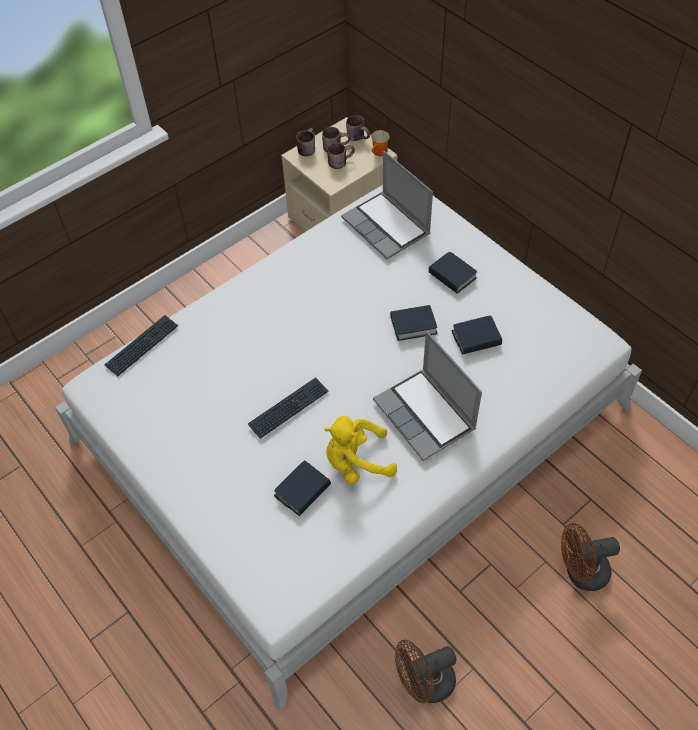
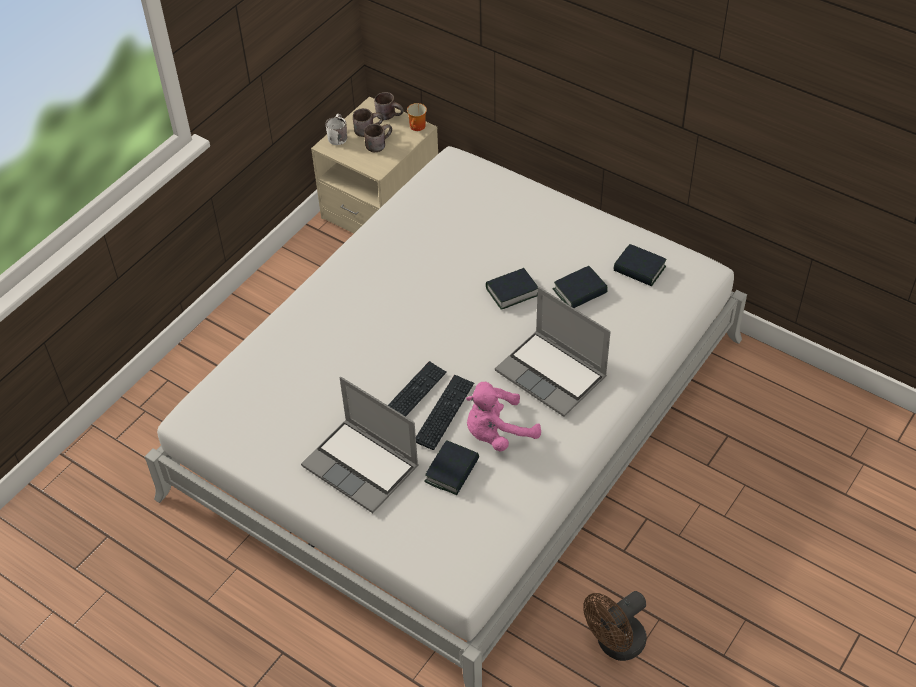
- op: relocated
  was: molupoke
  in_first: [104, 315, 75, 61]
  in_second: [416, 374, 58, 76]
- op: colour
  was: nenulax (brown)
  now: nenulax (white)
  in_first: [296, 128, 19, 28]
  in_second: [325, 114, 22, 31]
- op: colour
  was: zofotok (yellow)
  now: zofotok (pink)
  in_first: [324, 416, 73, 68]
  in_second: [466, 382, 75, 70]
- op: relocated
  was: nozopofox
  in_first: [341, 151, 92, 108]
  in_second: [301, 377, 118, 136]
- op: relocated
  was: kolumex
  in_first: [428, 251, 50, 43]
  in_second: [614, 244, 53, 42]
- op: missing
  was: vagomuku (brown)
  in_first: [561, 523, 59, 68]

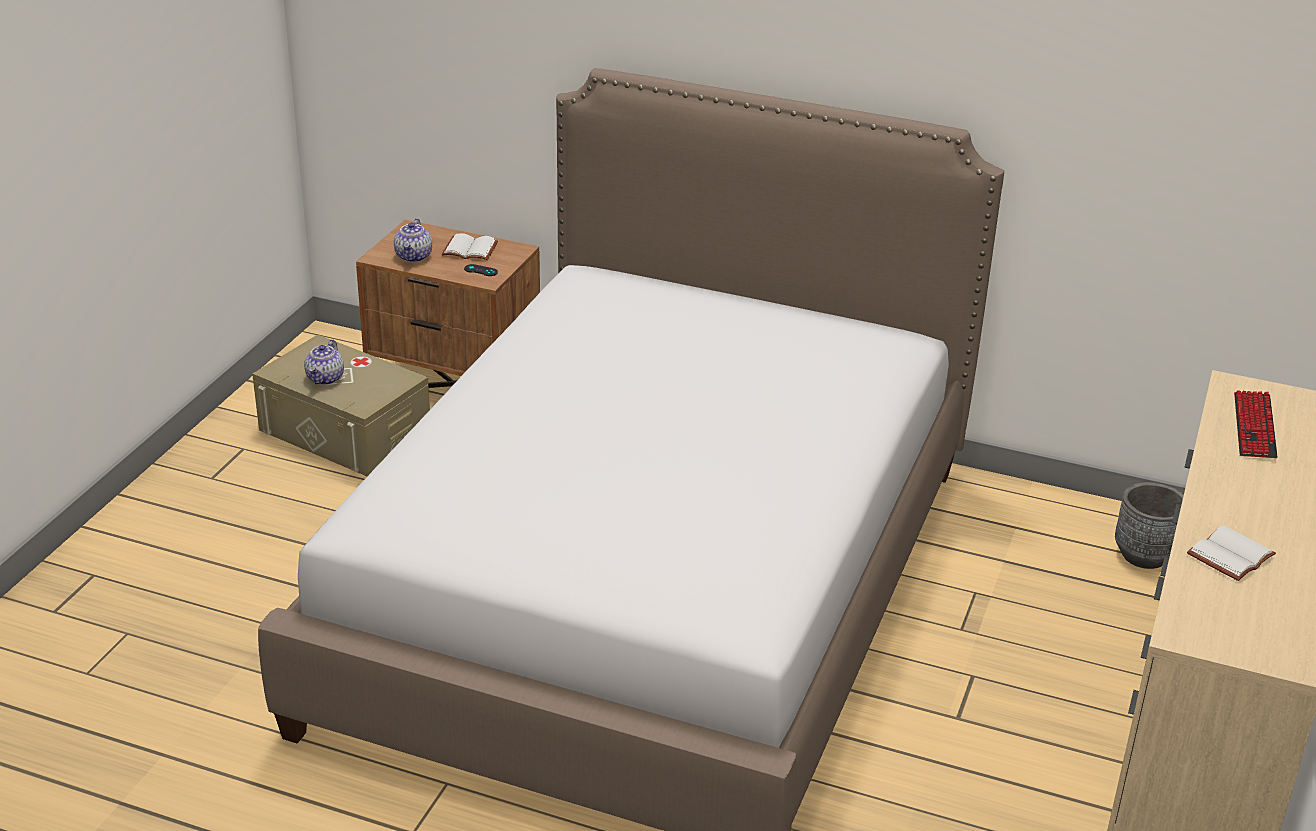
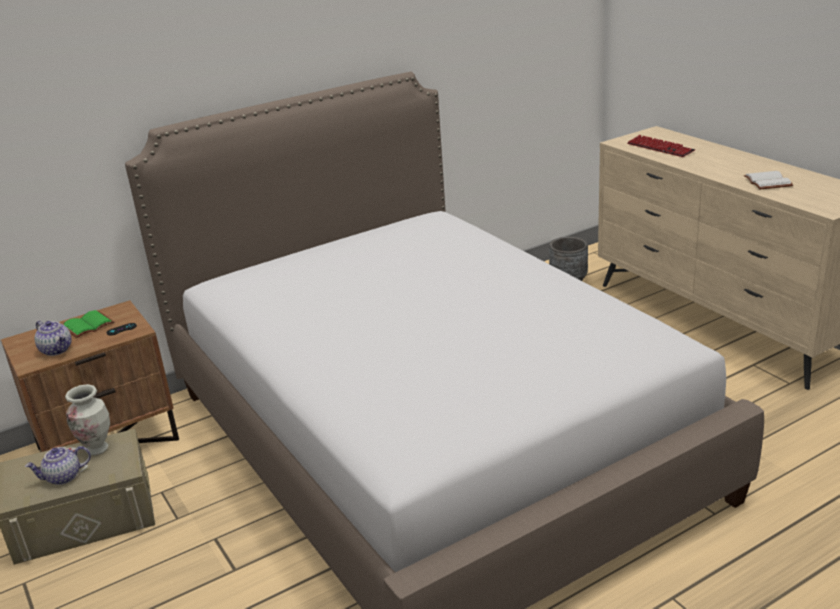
- op: spun
  was: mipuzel
  in_first: [304, 339, 40, 46]
  in_second: [25, 446, 66, 39]
  clockwise: 105
- op: colour
  was: kolumex (white)
  now: kolumex (green)
  in_first: [441, 233, 57, 27]
  in_second: [63, 310, 51, 28]
- op: appeared
  now: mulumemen
  in_second: [65, 384, 45, 72]

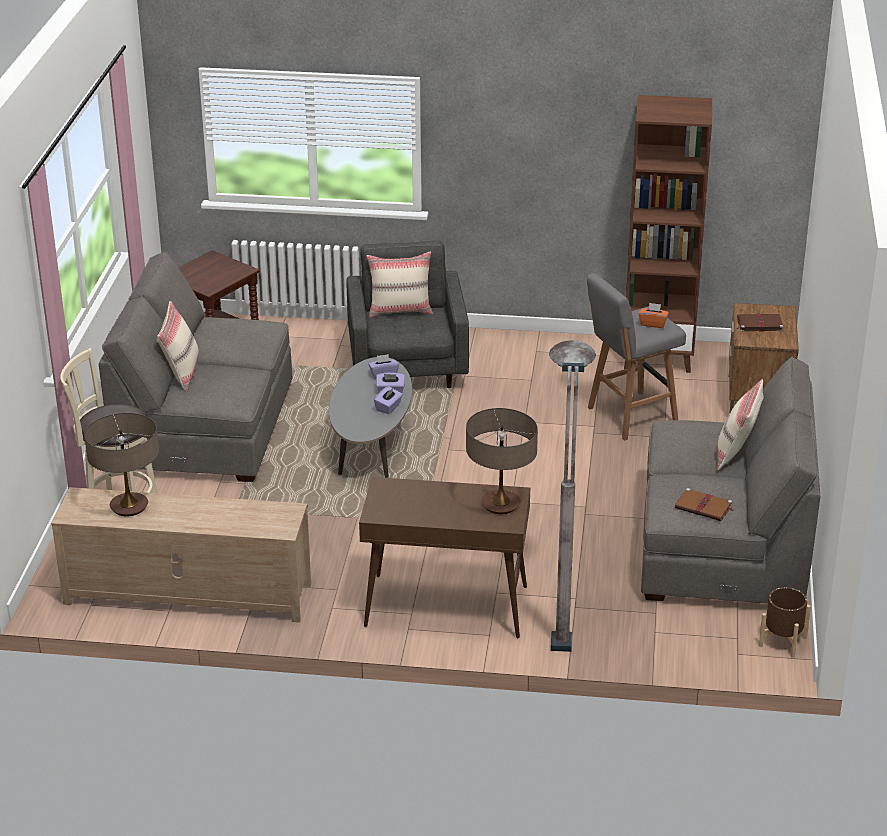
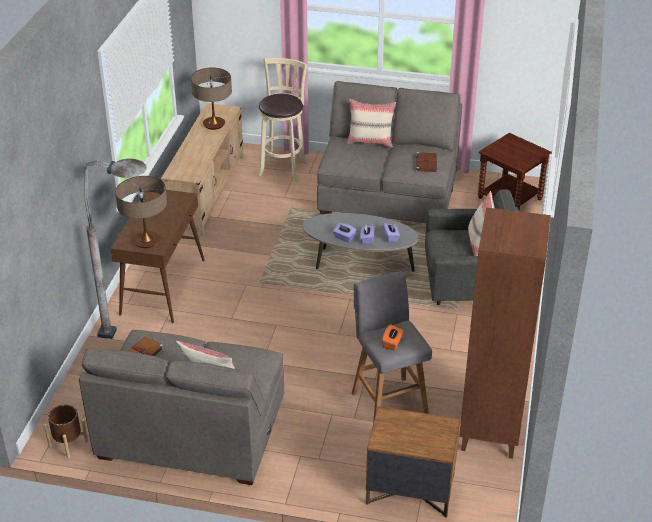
- op: relocated
  was: kolumex (brown)
  in_first: [737, 314, 46, 18]
  in_second: [416, 152, 21, 20]

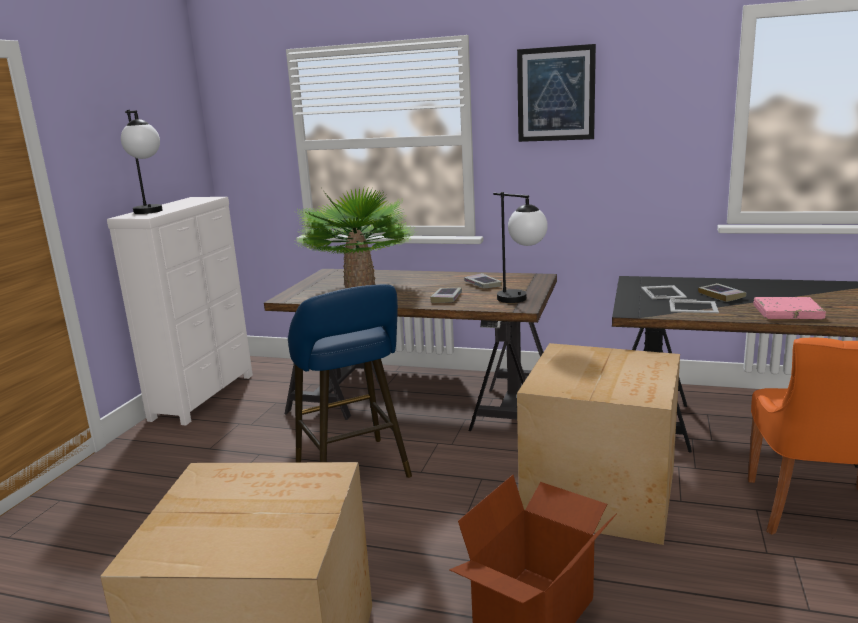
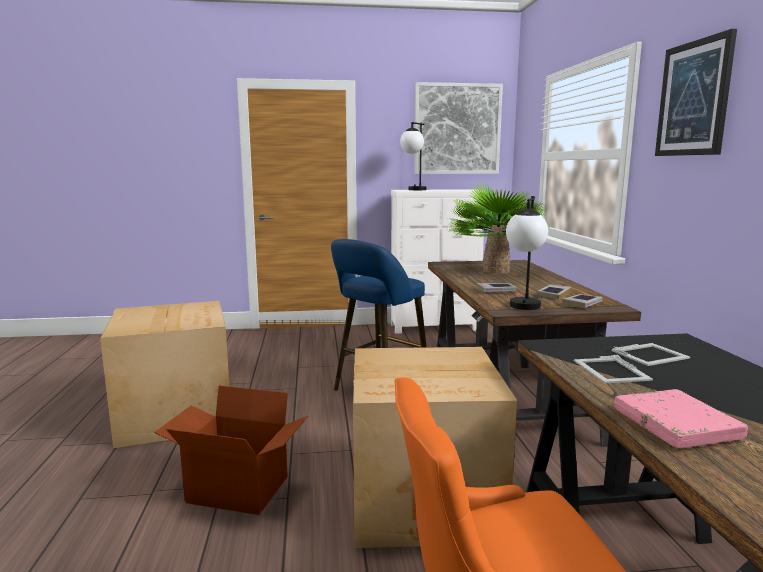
- op: relocated
  was: kolumex
  in_first: [698, 283, 48, 19]
  in_second: [562, 294, 41, 14]
- op: appeared
  now: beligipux
  in_second: [414, 82, 89, 92]

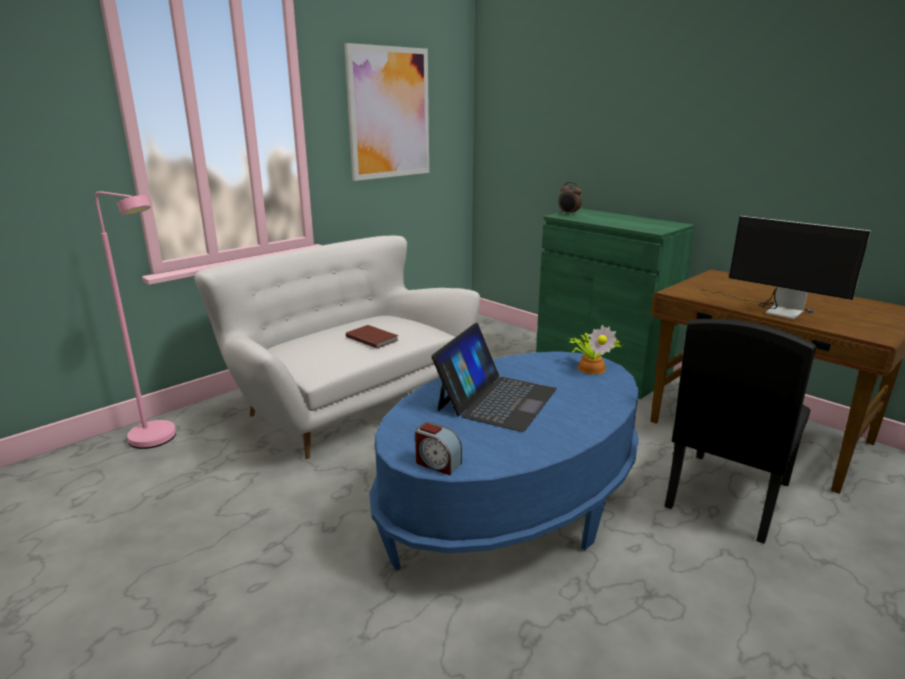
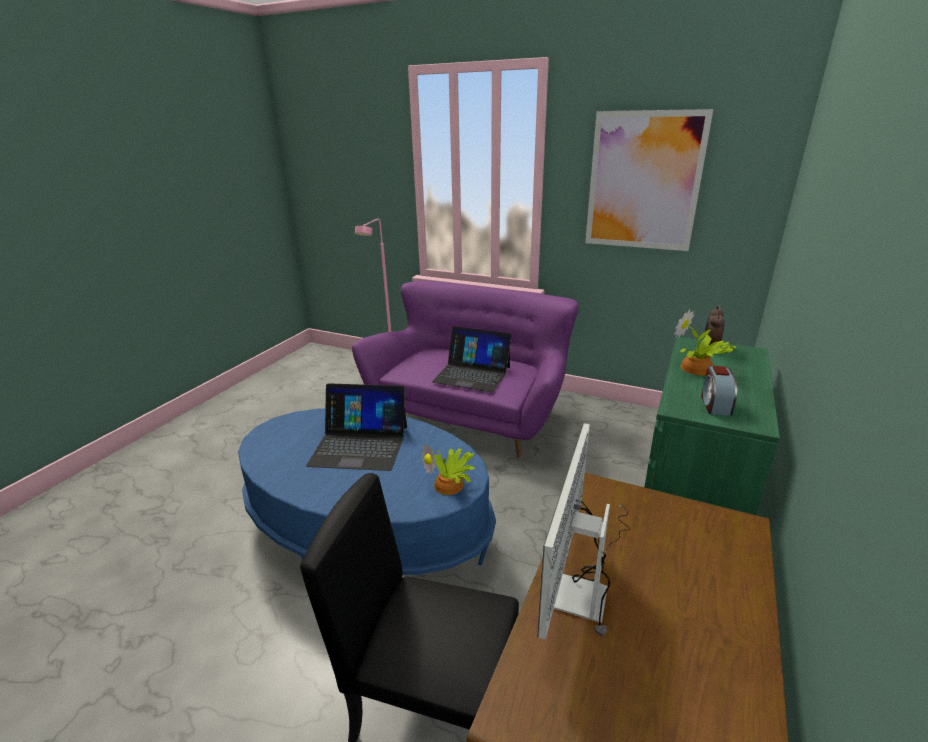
- op: colour
  was: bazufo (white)
  now: bazufo (purple)
  in_first: [194, 236, 286, 223]
  in_second: [352, 281, 227, 177]
- op: exchanged
  was: kolumex (brown)
  now: nozopofox
  in_first: [346, 325, 52, 23]
  in_second: [432, 326, 80, 66]
- op: relocated
  was: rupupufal
  in_first: [415, 422, 47, 53]
  in_second: [701, 366, 36, 50]
- op: appeared
  now: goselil
  in_second: [674, 309, 63, 67]

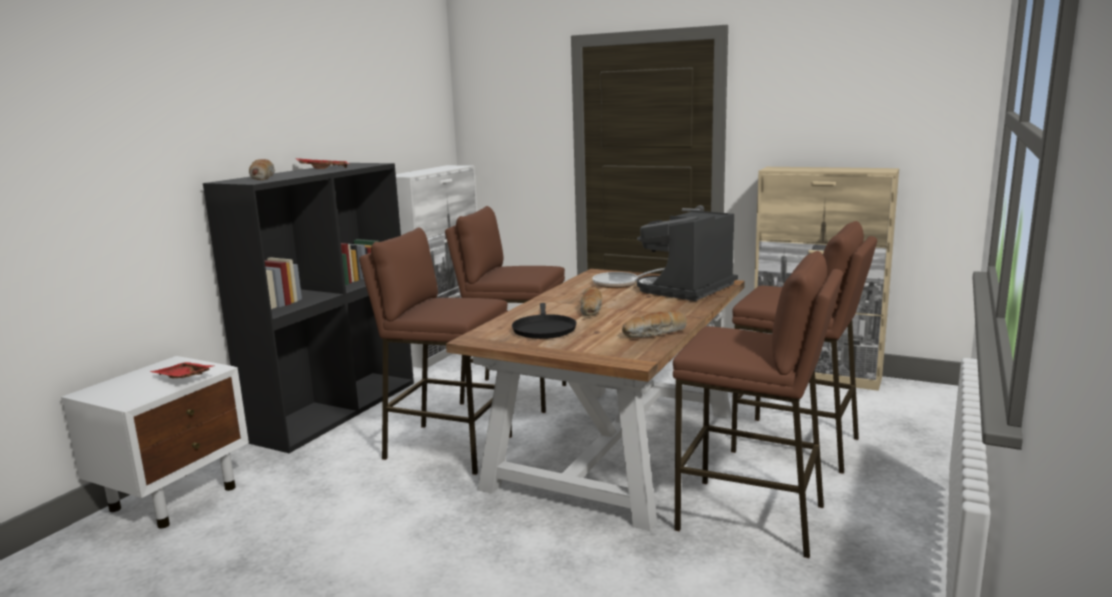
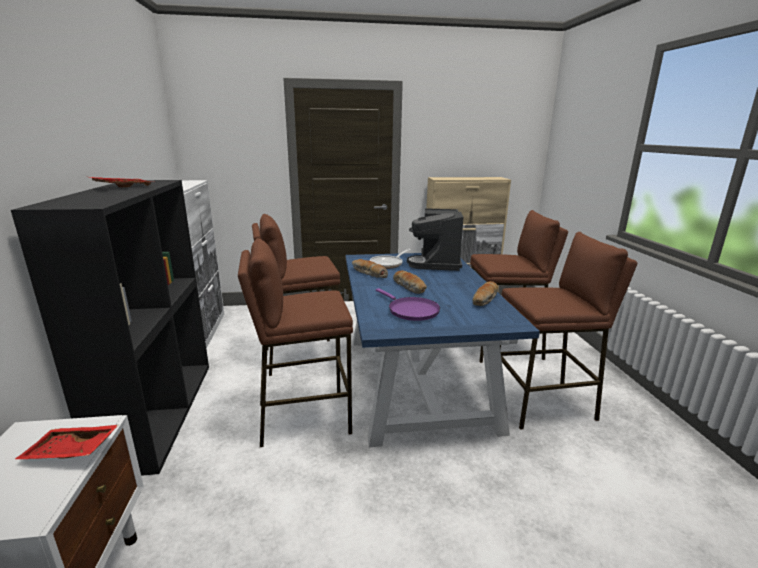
- op: relocated
  was: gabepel
  in_first: [249, 159, 26, 21]
  in_second: [352, 259, 36, 19]
- op: colour
  was: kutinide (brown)
  now: kutinide (blue)
  in_first: [446, 269, 299, 262]
  in_second: [346, 253, 194, 194]
- op: colour
  was: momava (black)
  now: momava (purple)
  in_first: [512, 303, 65, 36]
  in_second: [376, 288, 64, 33]

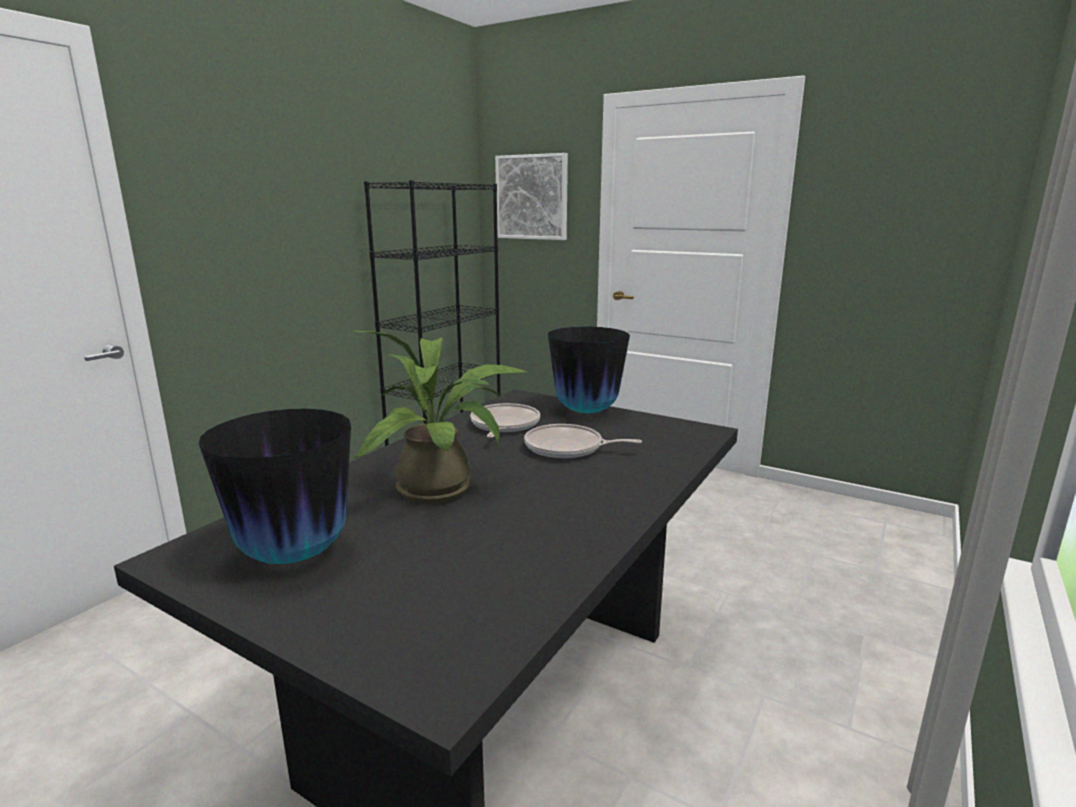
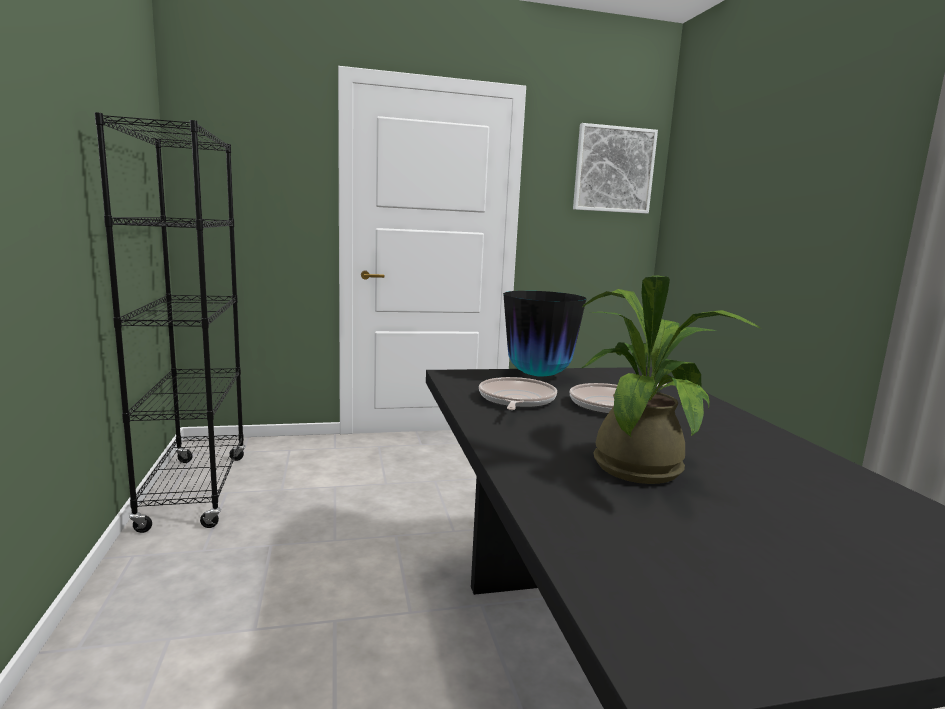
- op: missing
  was: mulumemen
  in_first: [199, 409, 152, 155]
- op: spun
  was: momava
  in_first: [470, 403, 70, 35]
  in_second: [479, 377, 78, 33]
  clockwise: 45
- op: relocated
  was: beligipux
  in_first: [495, 153, 73, 87]
  in_second: [573, 123, 85, 91]

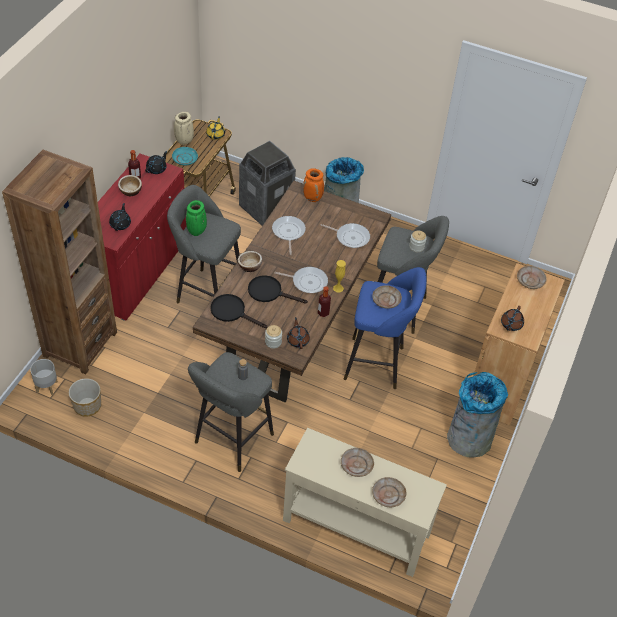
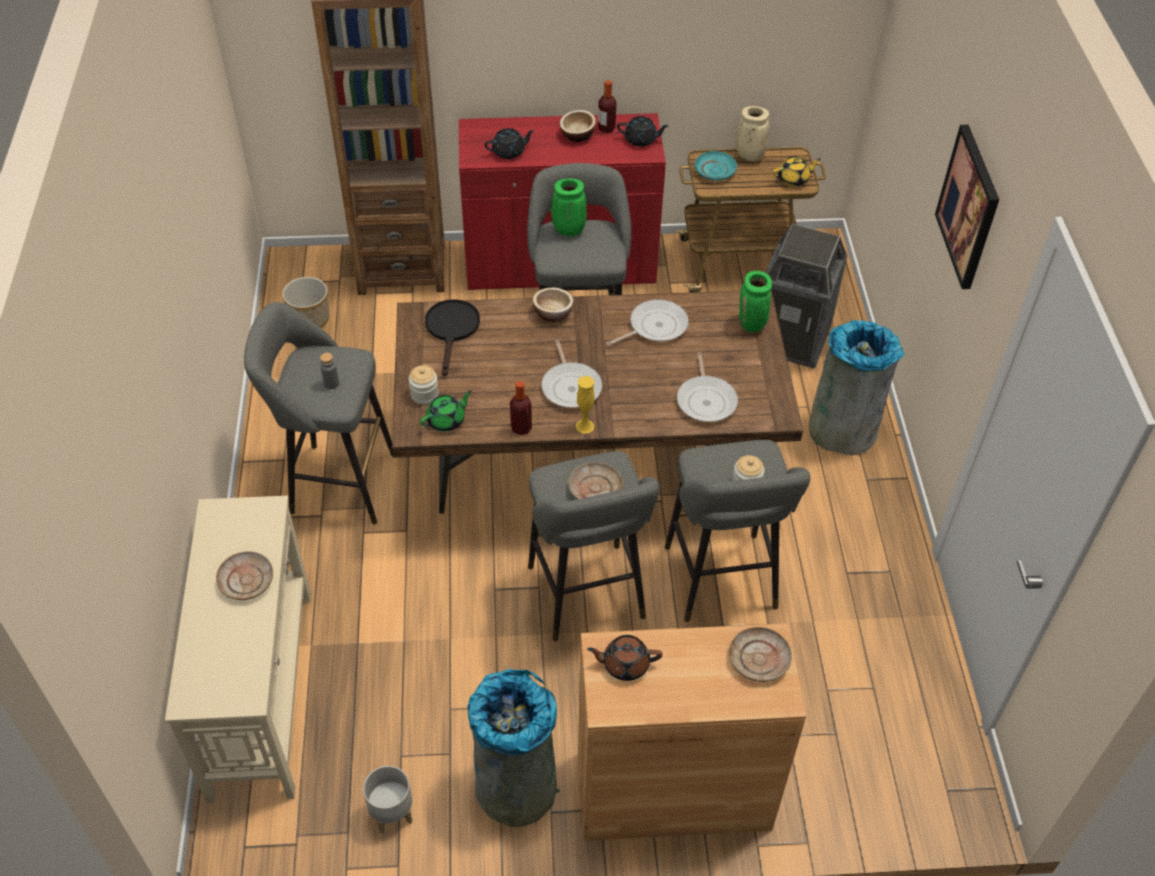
- op: relocated
  was: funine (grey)
  in_first: [30, 359, 28, 36]
  in_second: [363, 766, 49, 68]
- op: missing
  was: momava (black)
  in_first: [248, 275, 60, 29]
- op: colour
  was: mipuzel (brown)
  now: mipuzel (green)
  in_first: [287, 317, 23, 32]
  in_second: [420, 390, 52, 41]
- op: colour
  was: mulumemen (orange)
  now: mulumemen (green)
  in_first: [303, 168, 21, 34]
  in_second: [739, 271, 33, 61]
- op: colour
  was: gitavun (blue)
  now: gitavun (grey)
  in_first: [344, 267, 83, 122]
  in_second: [528, 451, 132, 190]
- op: missing
  was: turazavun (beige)
  in_first: [372, 477, 34, 30]
- op: appeared
  now: beligipux
  in_second: [935, 125, 64, 164]

